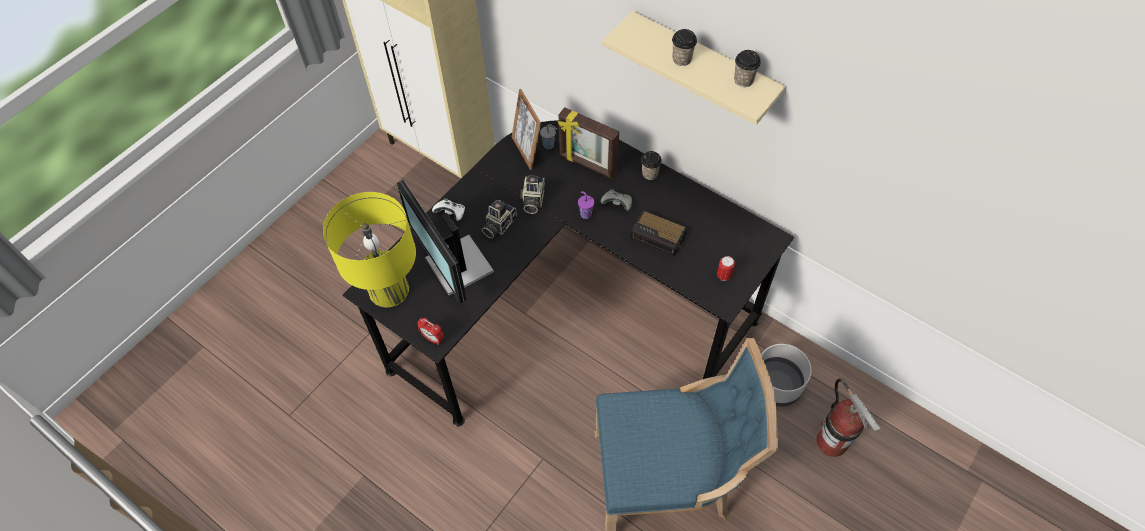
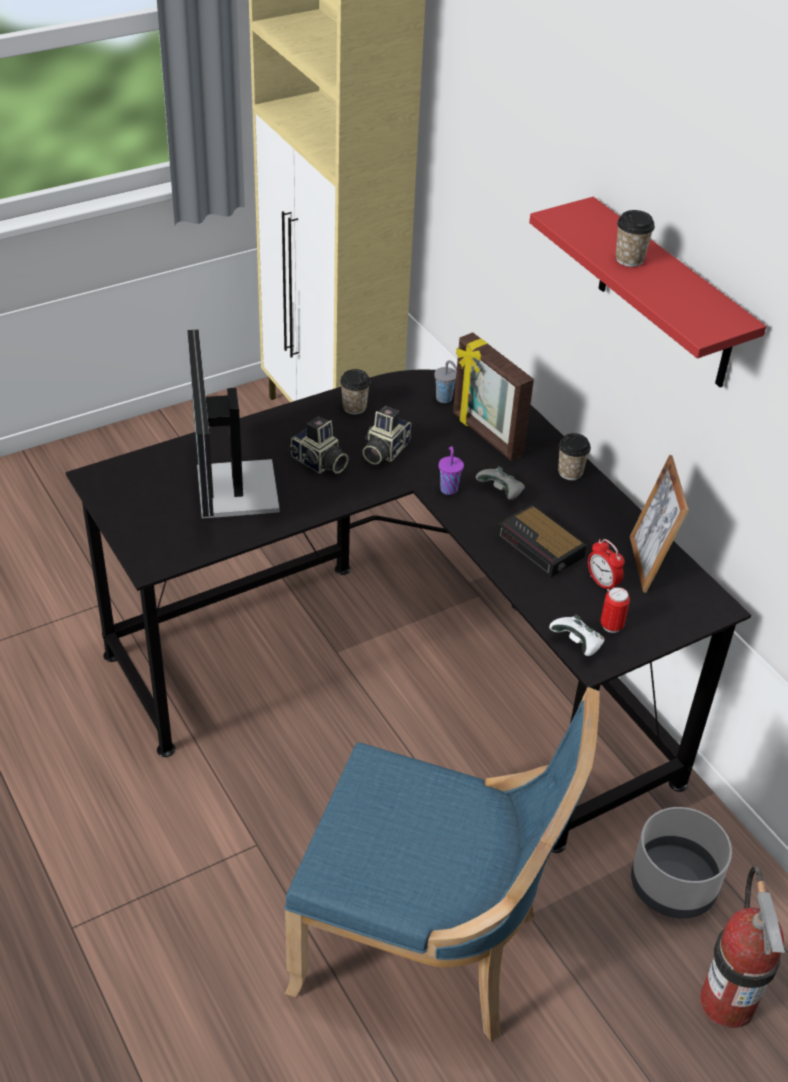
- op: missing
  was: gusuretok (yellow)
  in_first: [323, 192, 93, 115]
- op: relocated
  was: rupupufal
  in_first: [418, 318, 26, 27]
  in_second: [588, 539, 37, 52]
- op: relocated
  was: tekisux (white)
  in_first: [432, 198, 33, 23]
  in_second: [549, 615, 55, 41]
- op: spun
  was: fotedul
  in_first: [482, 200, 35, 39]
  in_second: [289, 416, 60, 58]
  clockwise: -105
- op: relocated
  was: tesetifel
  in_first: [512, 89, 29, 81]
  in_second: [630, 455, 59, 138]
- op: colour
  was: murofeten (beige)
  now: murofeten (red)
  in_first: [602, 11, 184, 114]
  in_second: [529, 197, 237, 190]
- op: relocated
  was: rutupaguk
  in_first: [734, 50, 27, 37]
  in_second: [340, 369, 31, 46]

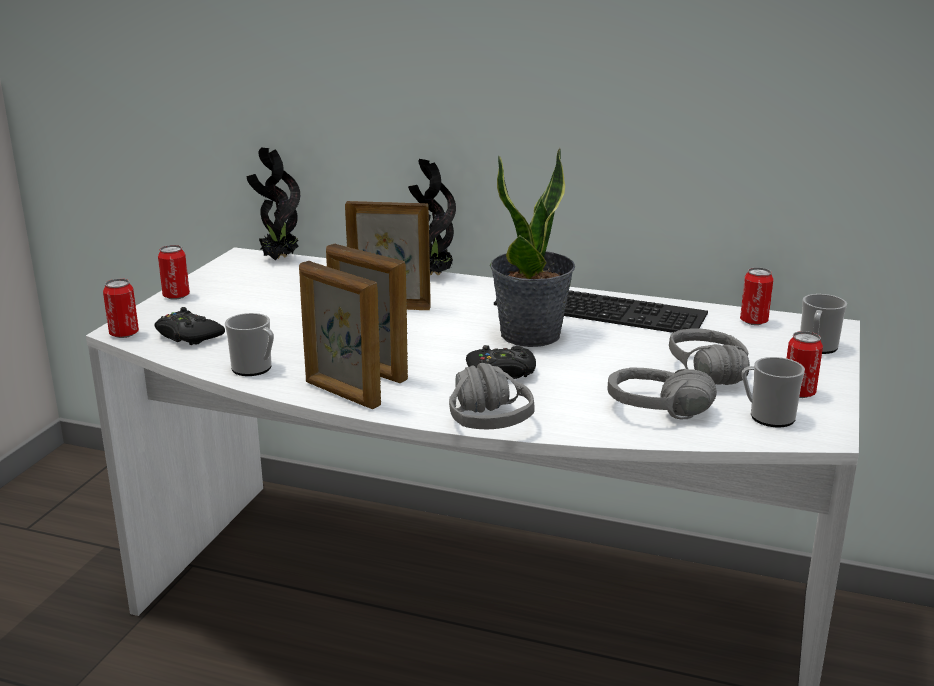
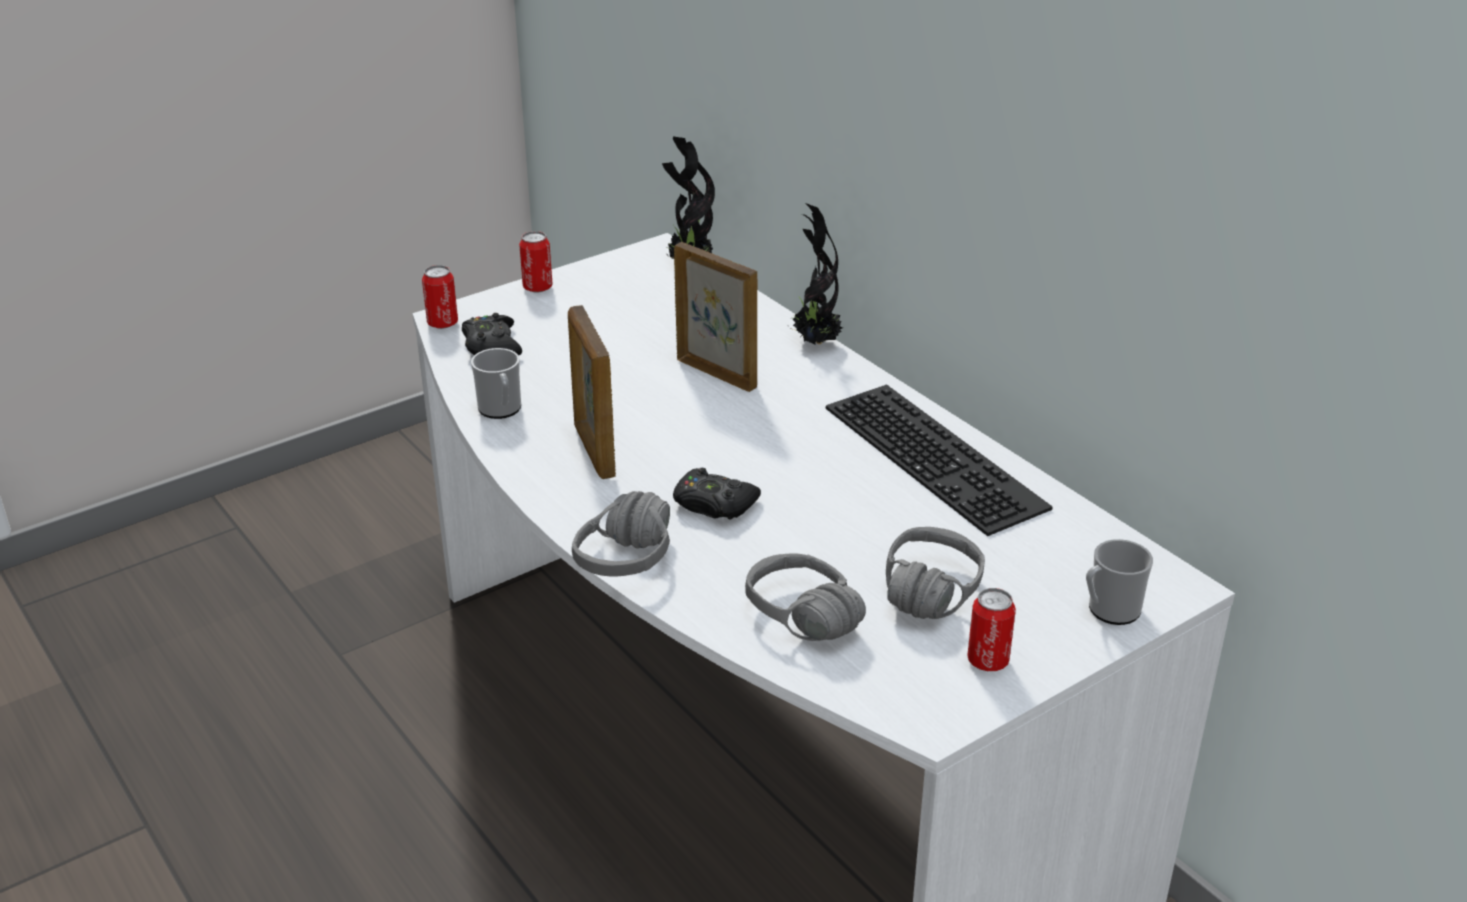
- op: missing
  was: tesetifel
  in_first: [299, 261, 82, 148]
- op: missing
  was: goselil
  in_first: [490, 148, 85, 199]
- op: missing
  was: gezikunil
  in_first: [740, 267, 33, 58]
- op: missing
  was: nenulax
  in_first: [742, 357, 63, 71]

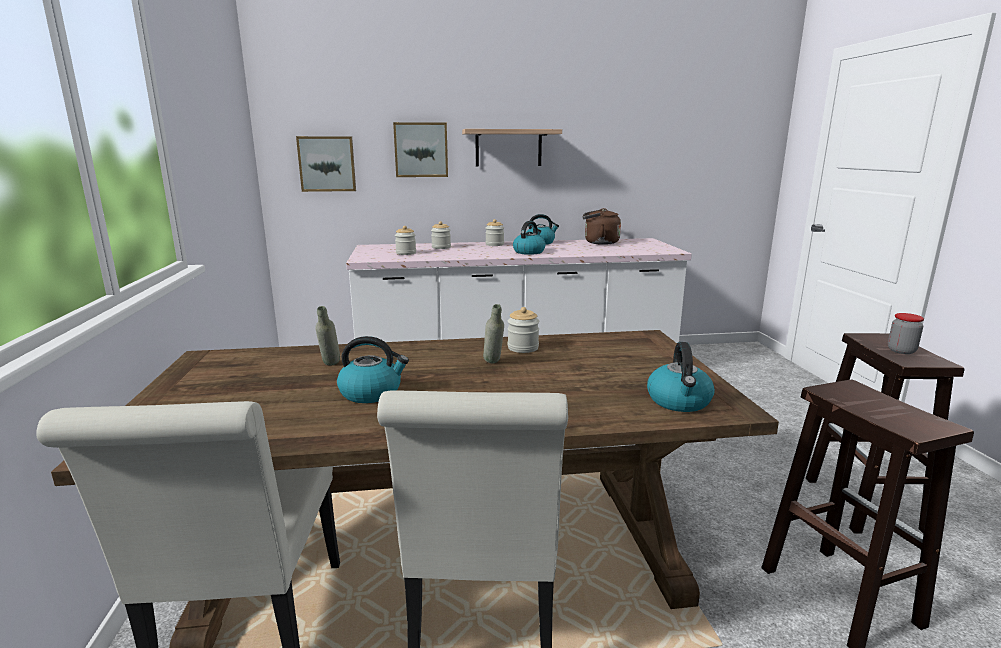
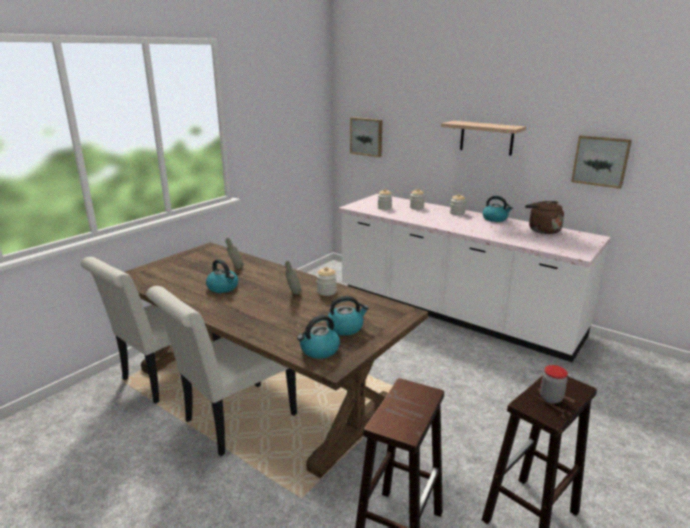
- op: relocated
  was: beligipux
  in_first: [393, 122, 55, 55]
  in_second: [571, 135, 61, 54]
- op: relocated
  was: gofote
  in_first: [513, 221, 33, 34]
  in_second: [327, 296, 42, 40]

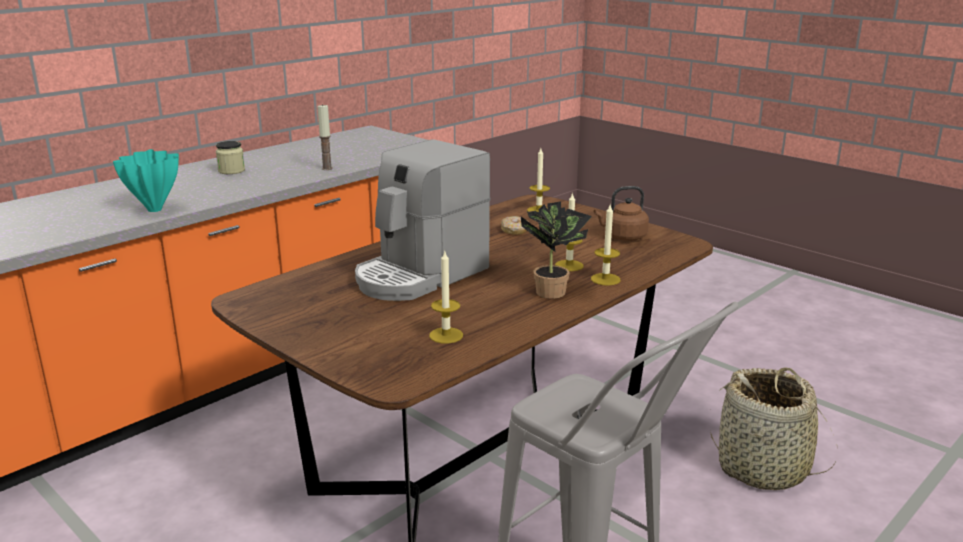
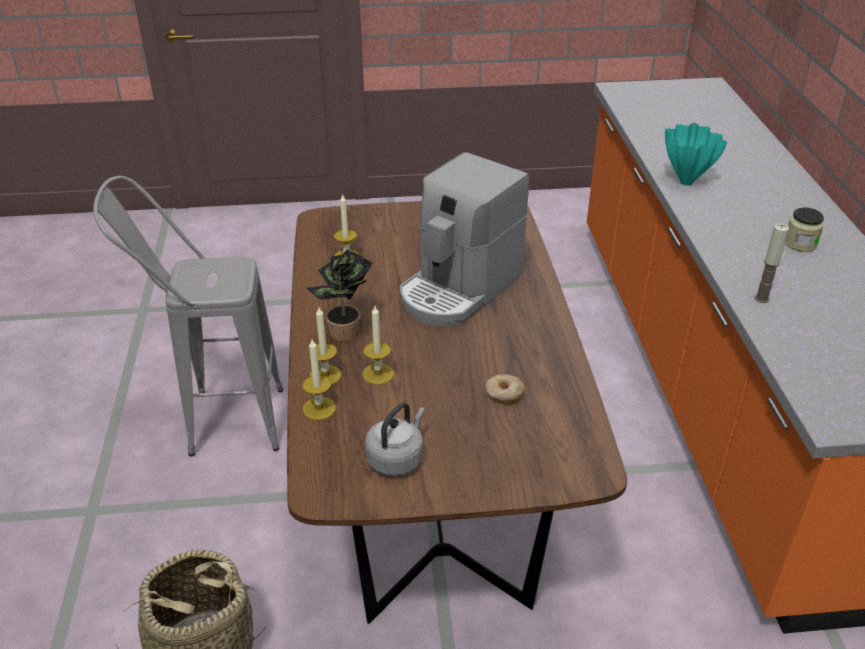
- op: spun
  was: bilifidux
  in_first: [355, 139, 135, 162]
  in_second: [400, 152, 129, 174]
  clockwise: -135
- op: relocated
  was: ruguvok
  in_first: [527, 148, 23, 64]
  in_second: [302, 339, 34, 81]
- op: colour
  was: gofote (brown)
  now: gofote (grey)
  in_first: [594, 186, 55, 55]
  in_second: [365, 402, 60, 74]

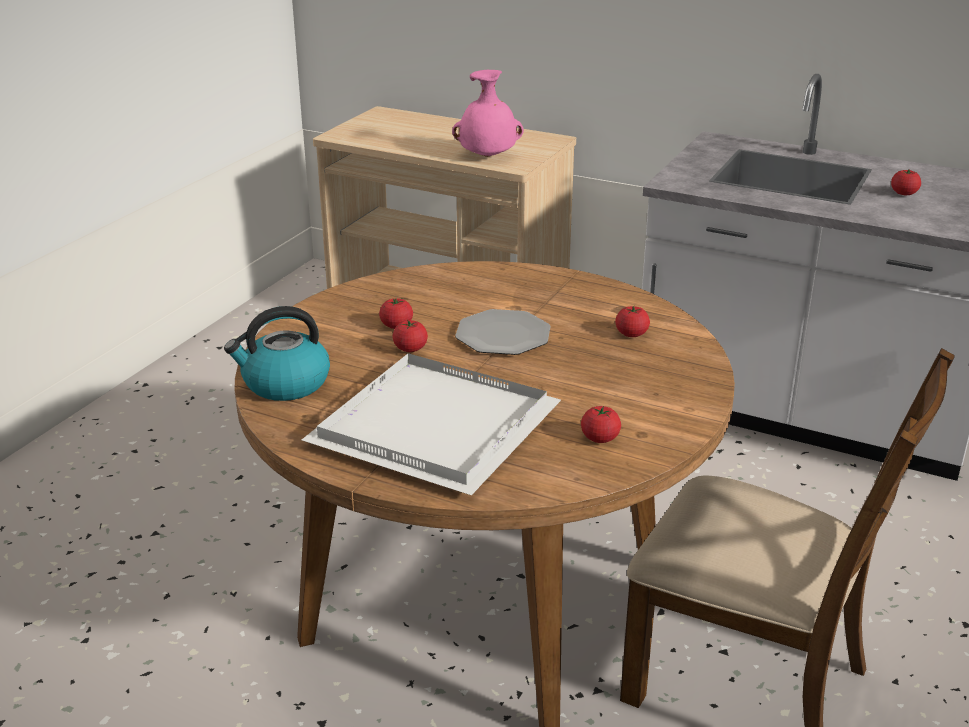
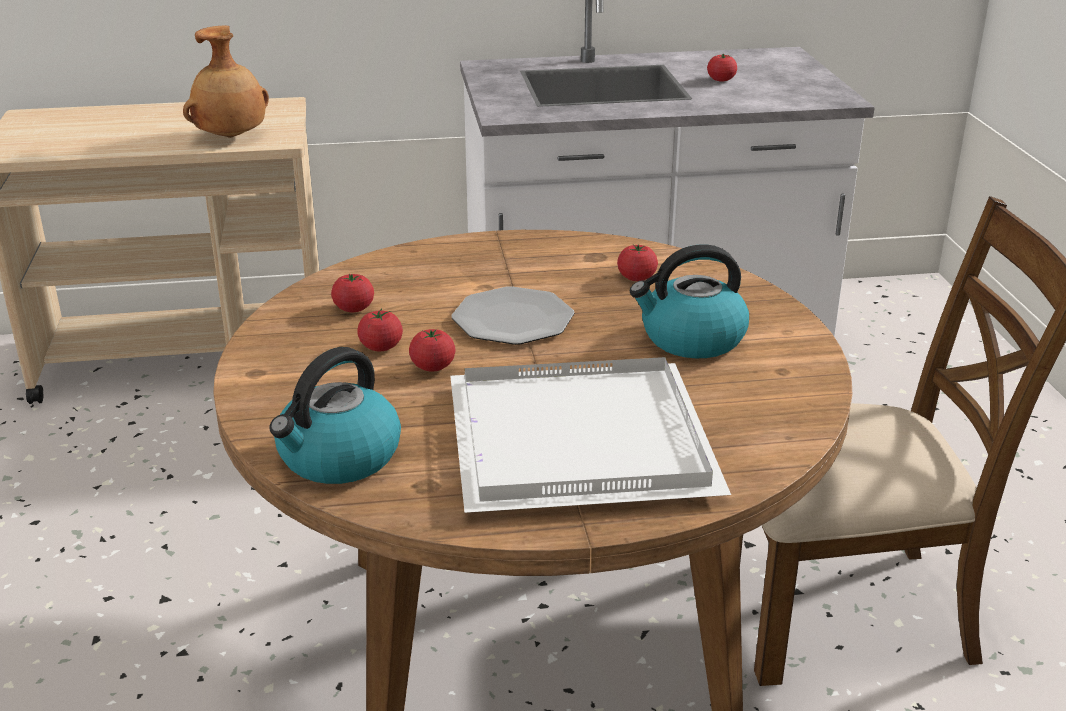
- op: colour
  was: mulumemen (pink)
  now: mulumemen (brown)
  in_first: [452, 70, 72, 87]
  in_second: [183, 25, 86, 113]
- op: relocated
  was: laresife
  in_first: [581, 406, 40, 37]
  in_second: [331, 274, 43, 38]
- op: appeared
  now: gofote
  in_second: [630, 244, 119, 114]

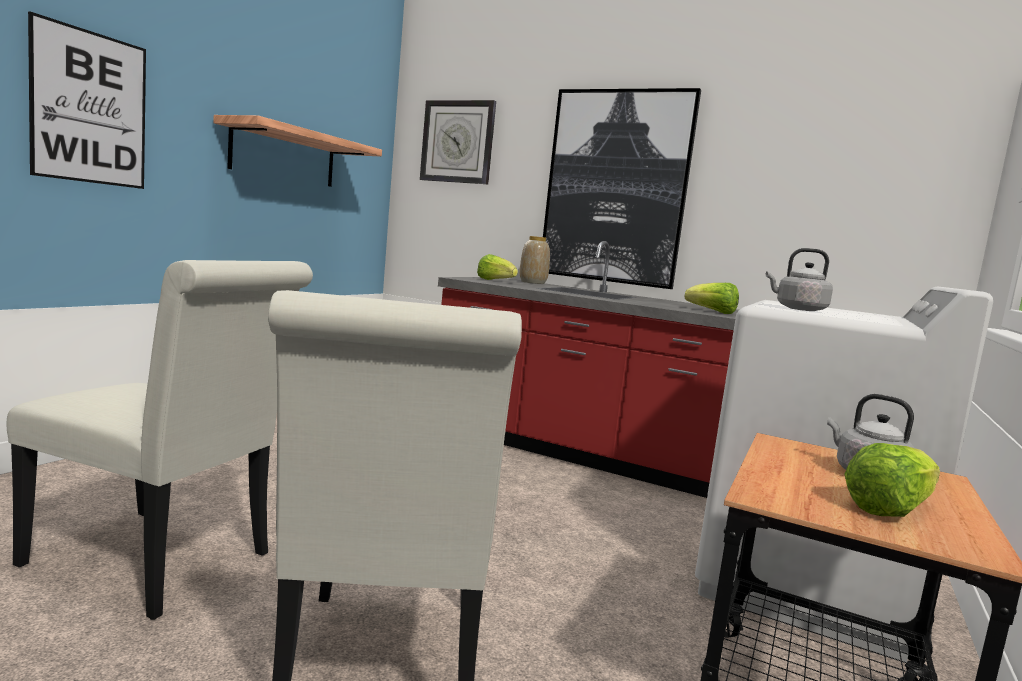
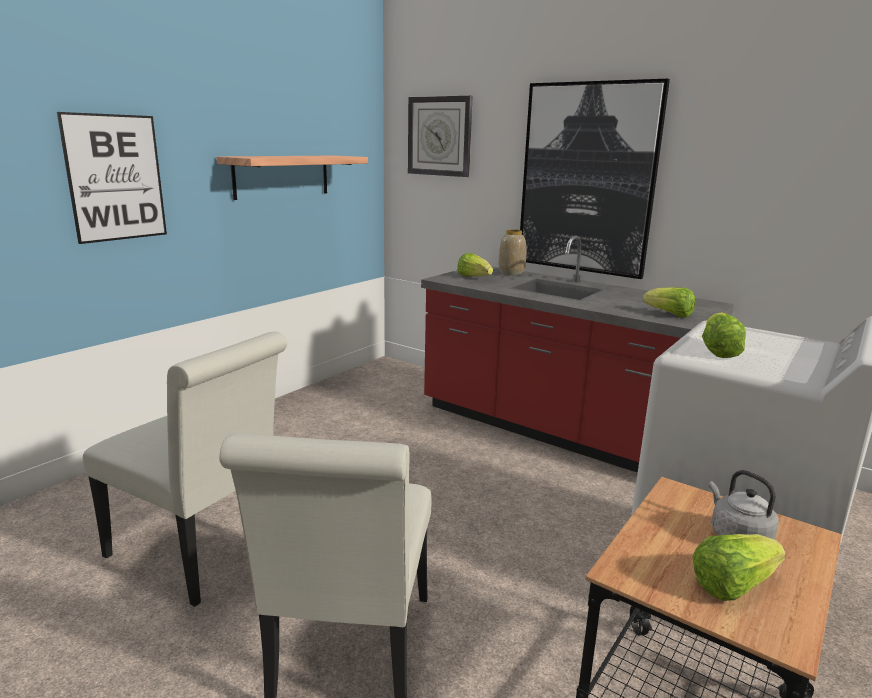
- op: exchanged
  was: gofote (grey)
  now: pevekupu
  in_first: [766, 248, 67, 63]
  in_second: [702, 313, 44, 45]

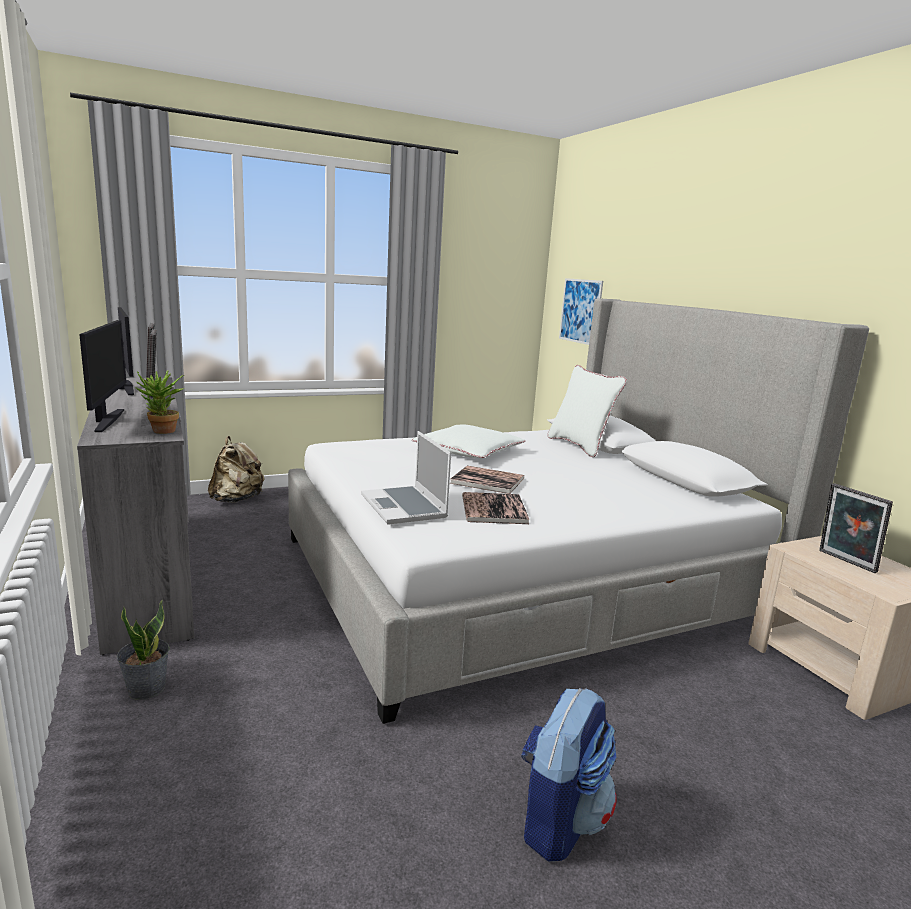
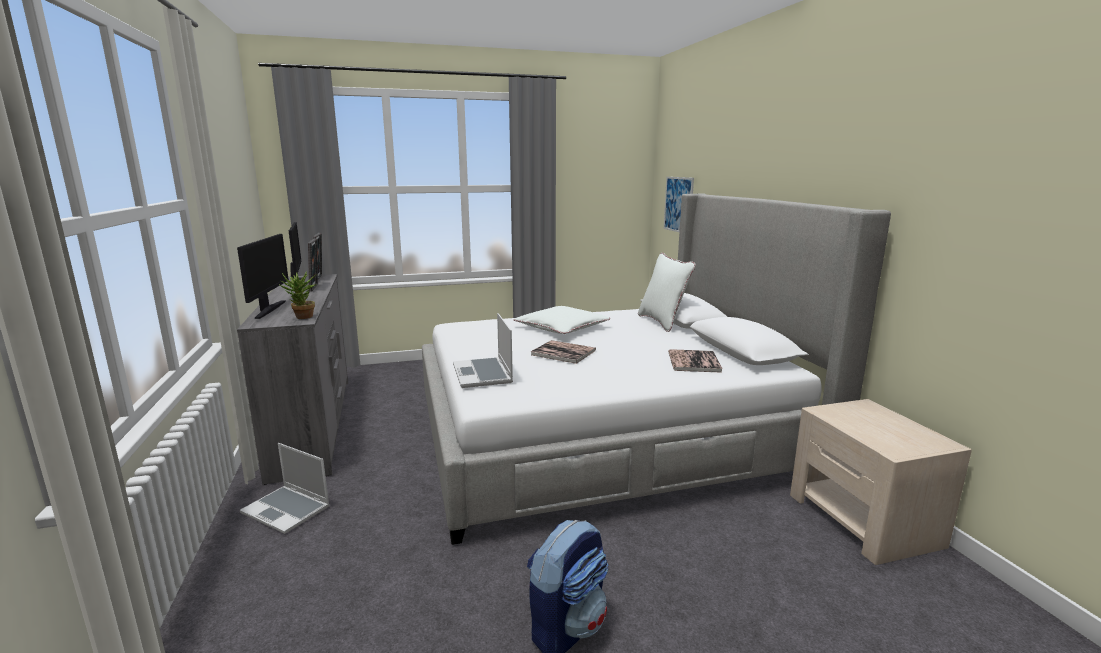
- op: exchanged
  was: goselil
  now: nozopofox
  in_first: [117, 600, 53, 100]
  in_second: [240, 443, 90, 91]
- op: missing
  was: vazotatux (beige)
  in_first: [208, 436, 57, 67]
- op: relocated
  was: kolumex
  in_first: [462, 492, 68, 32]
  in_second: [668, 349, 55, 24]
- op: missing
  was: tesetifel
  in_first: [819, 483, 74, 90]

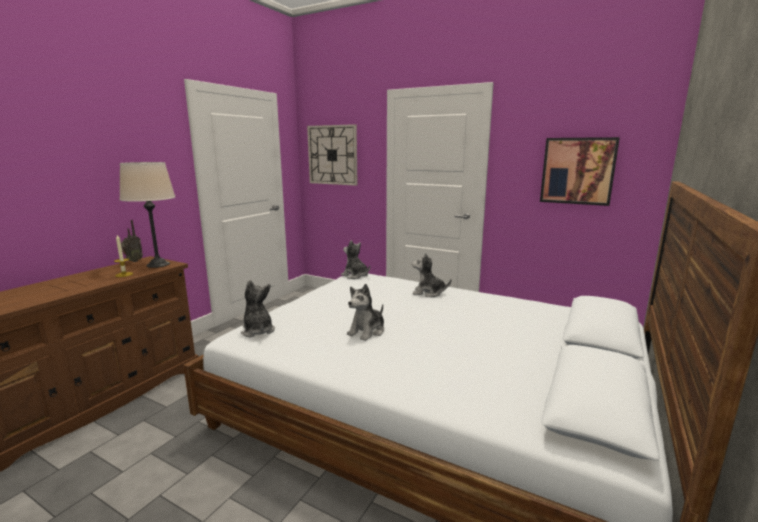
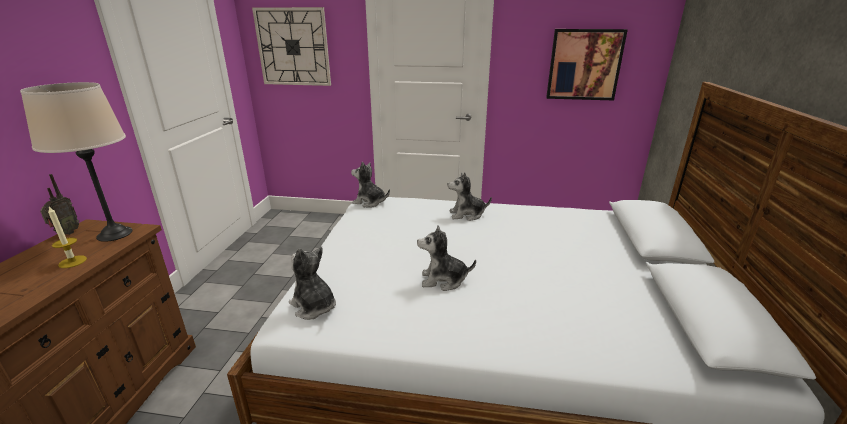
- op: spun
  was: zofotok
  in_first: [347, 284, 37, 57]
  in_second: [417, 225, 59, 66]
  clockwise: 75

